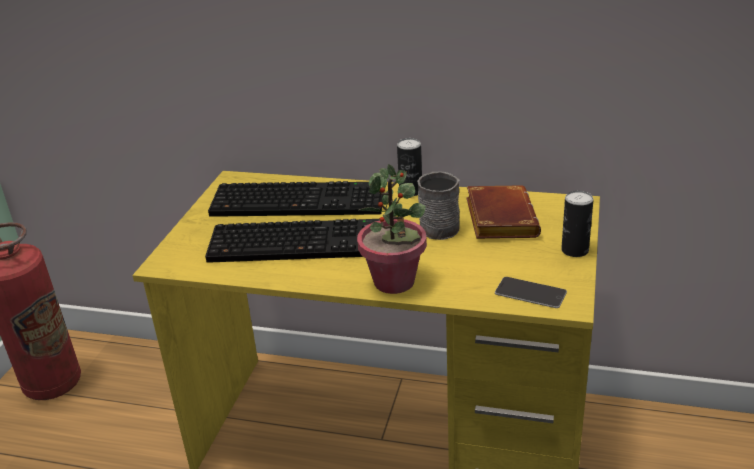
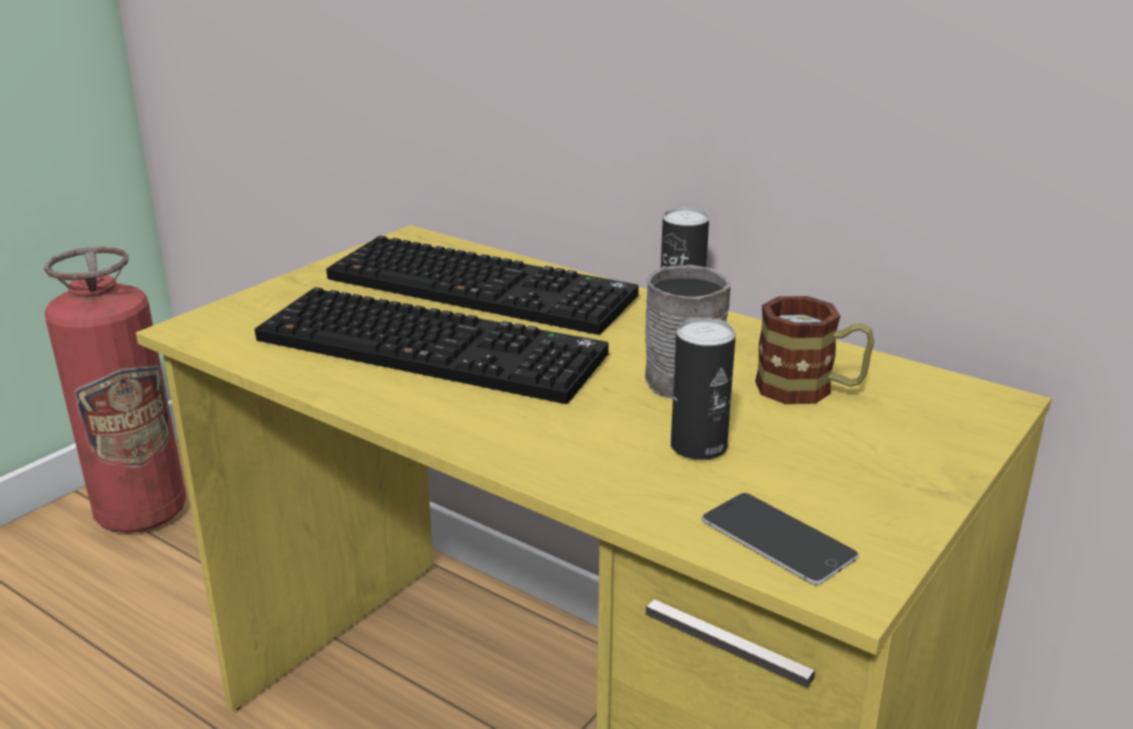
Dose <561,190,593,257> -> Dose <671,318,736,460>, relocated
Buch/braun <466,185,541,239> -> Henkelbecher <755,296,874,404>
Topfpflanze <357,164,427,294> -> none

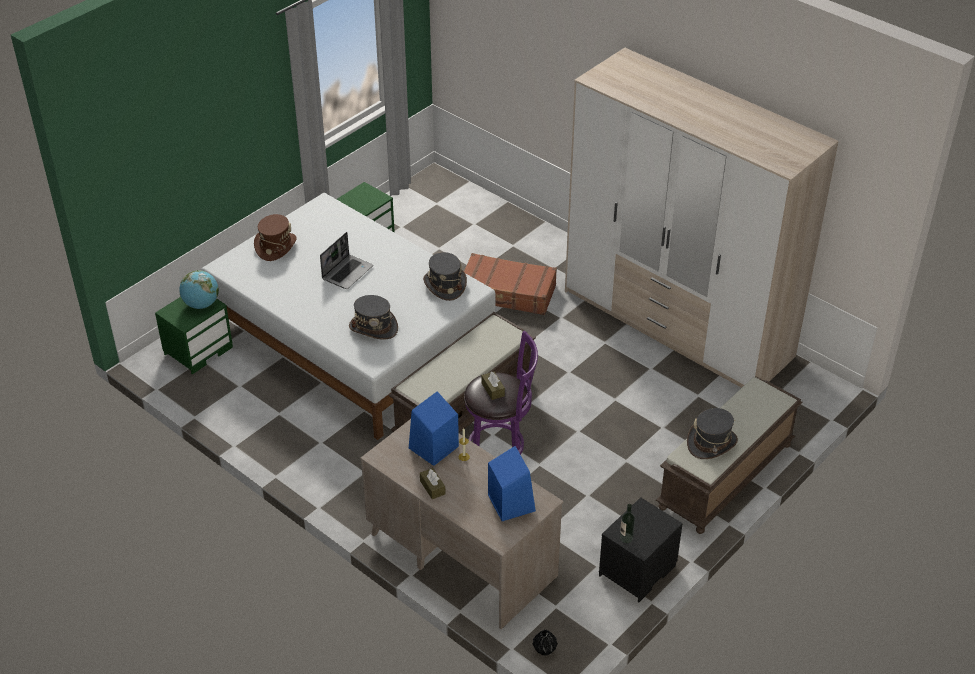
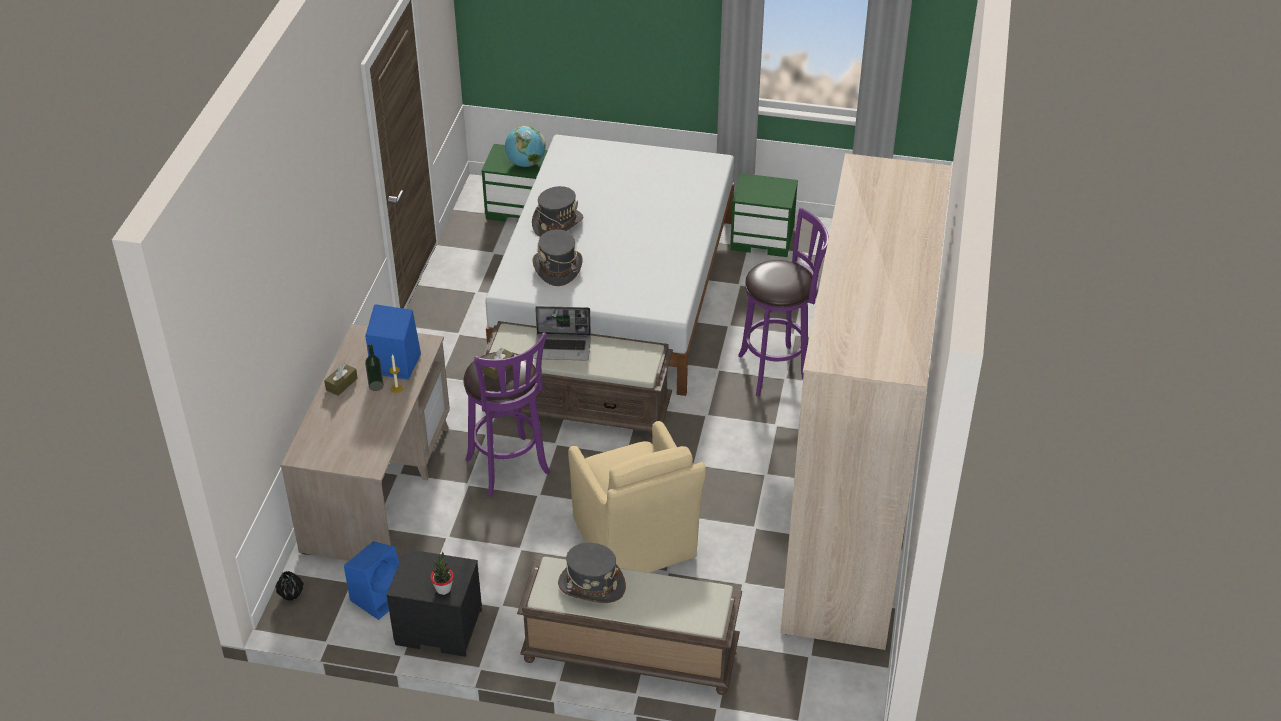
Lautsprecher/blau <488,446,536,521> -> Lautsprecher/blau <344,541,399,620>, relocated
Flasche <620,504,635,543> -> Flasche <365,344,384,391>, relocated
none -> Topfpflanze <430,552,454,595>
Hut/grau <423,252,467,301> -> Hut/grau <532,186,583,237>, relocated
Laptop <320,232,373,289> -> Laptop <534,306,591,361>, relocated
none -> Sessel/beige <568,421,706,573>
Koffer/braun <464,253,557,315> -> Hocker/lila <738,207,829,397>
Hut/braun <254,214,297,261> -> none

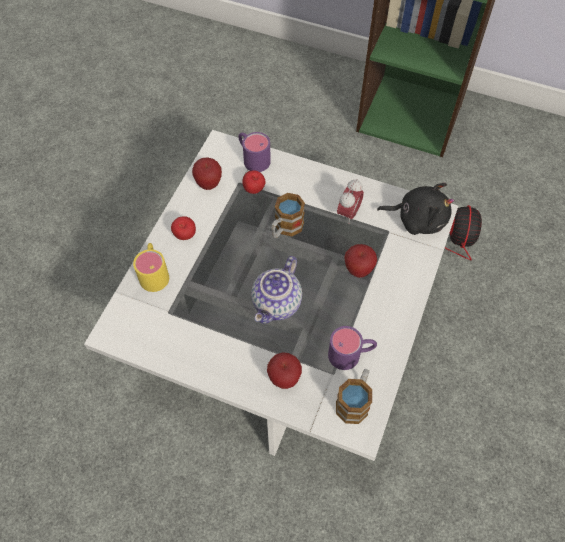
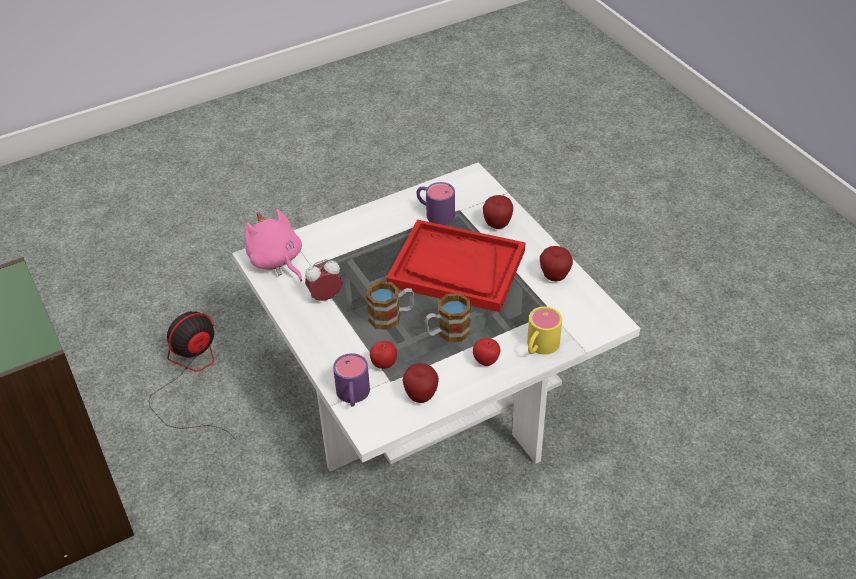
Plüschtier/schwarz <377,183,454,235> -> Plüschtier/rosa <245,209,302,281>
Teekanne <251,256,302,324> -> Tablett/rot <386,219,525,312>
Henkelbecher <336,369,372,424> -> Henkelbecher <425,293,471,342>, relocated
Apfel <344,244,377,278> -> Apfel <540,246,573,281>, relocated

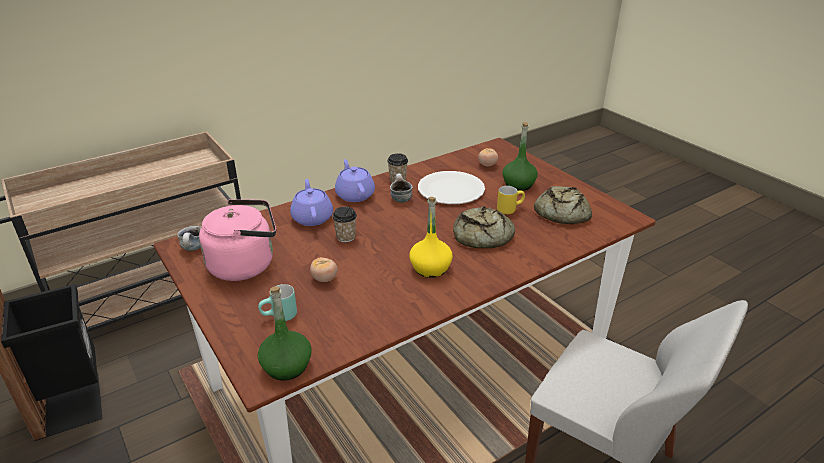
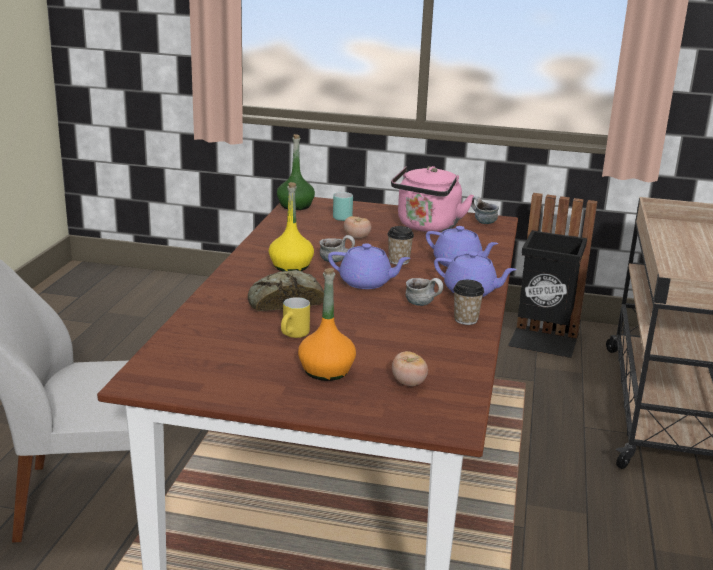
Flasche/grün <502,122,538,191> -> Flasche/orange <298,268,356,381>
none -> Henkelbecher <320,235,355,262>
none -> Teekanne/lila <328,243,411,289>
Teller/weiß <418,171,485,204> -> none
Brot <534,186,592,224> -> none

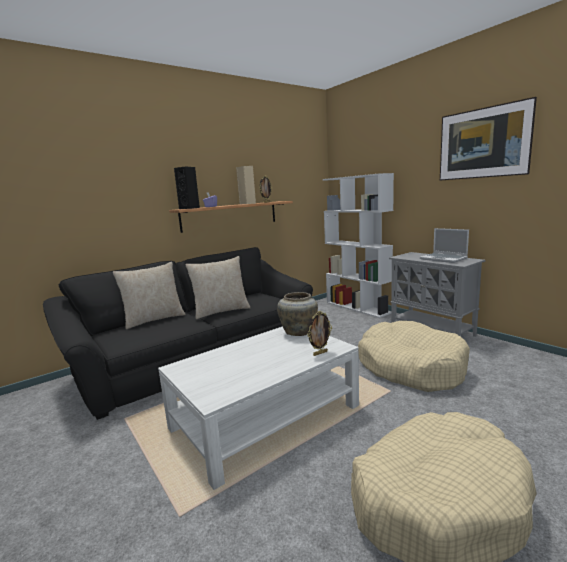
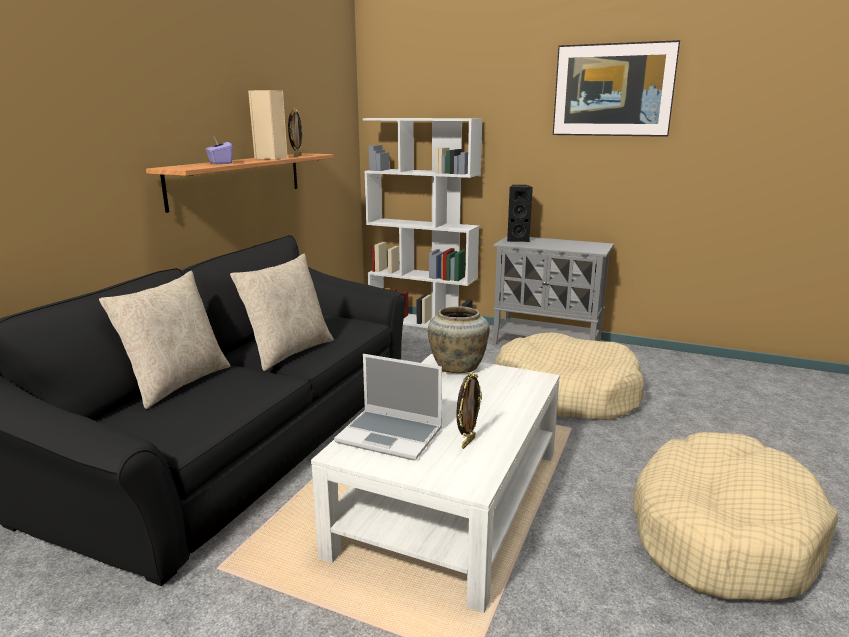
Laptop <420,228,469,263> -> Laptop <334,354,442,460>, relocated
Bilderrahmen <307,311,332,356> -> Bilderrahmen <456,372,482,449>, relocated
Lautsprecher/schwarz <174,166,200,209> -> Lautsprecher/schwarz <507,185,533,242>, relocated

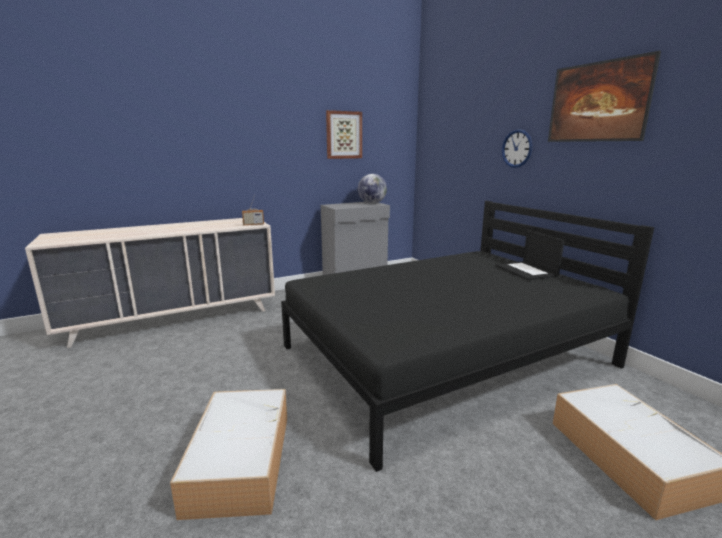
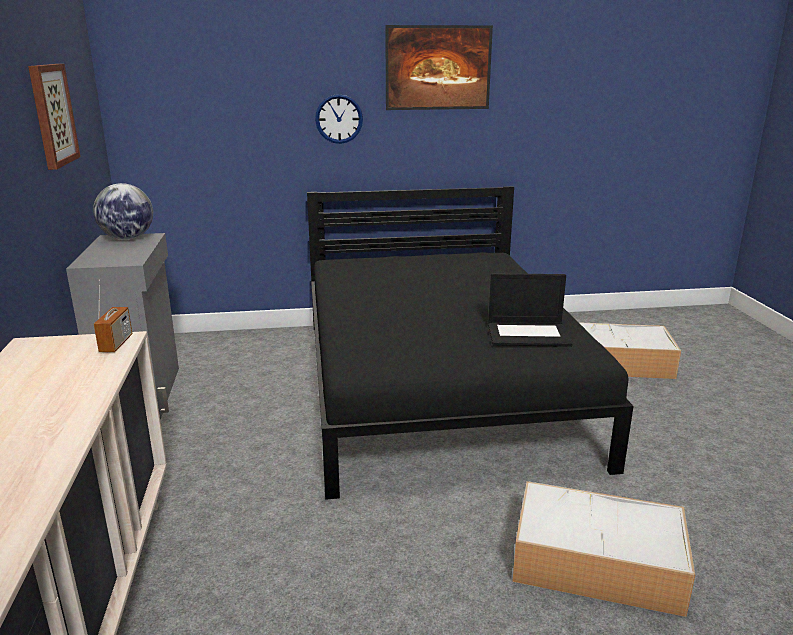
Laptop <496,230,564,280> -> Laptop <488,273,573,347>, relocated

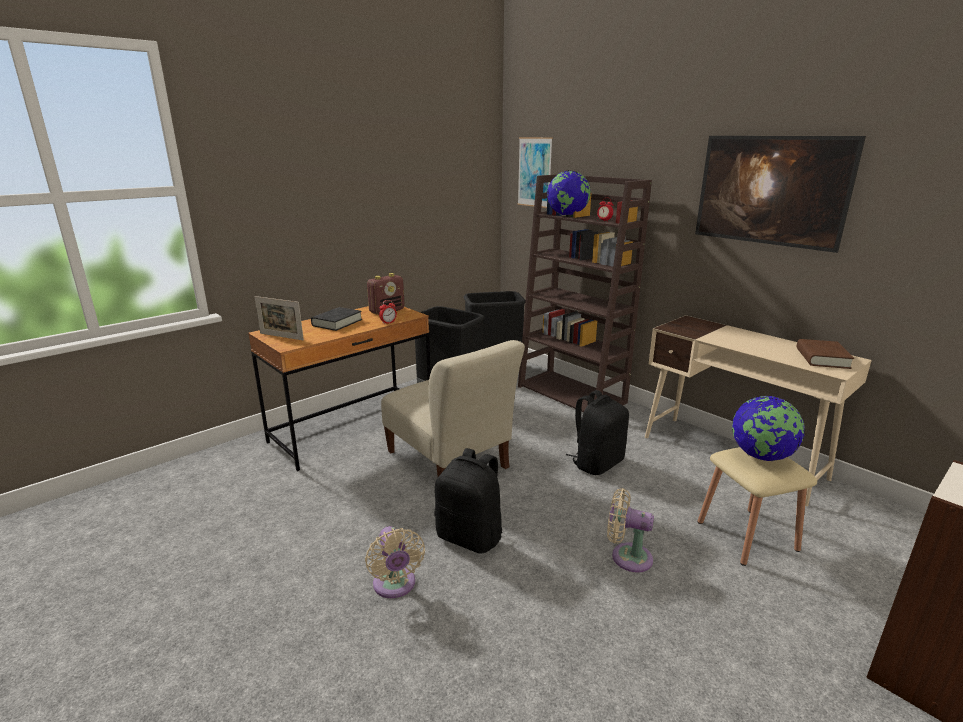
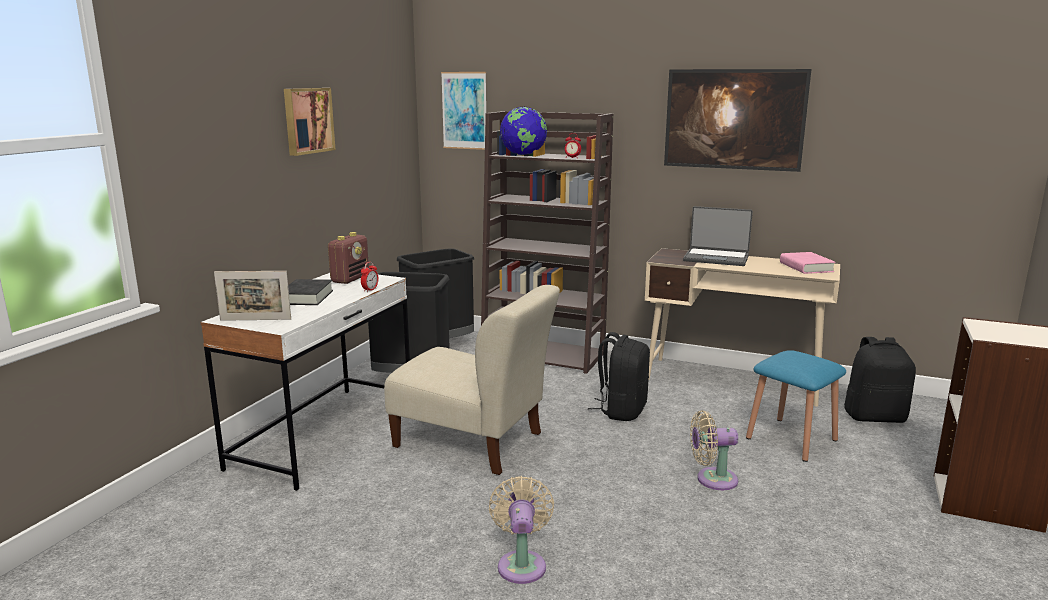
Schreibtisch/braun <248,306,431,471> -> Schreibtisch/weiß <201,273,410,491>
none -> Bild <284,88,336,156>
Ventilator/beige <365,526,425,598> -> Ventilator/beige <489,476,554,584>, 135 degrees counterclockwise
none -> Laptop <683,206,753,266>
Hocker/beige <698,447,817,566> -> Hocker/blau <746,350,846,462>
Buch/braun <796,339,854,369> -> Buch/rosa <780,252,836,274>
Rucksack/schwarz <434,448,502,553> -> Rucksack/schwarz <844,337,916,423>, relocated
Globus <732,396,805,461> -> none

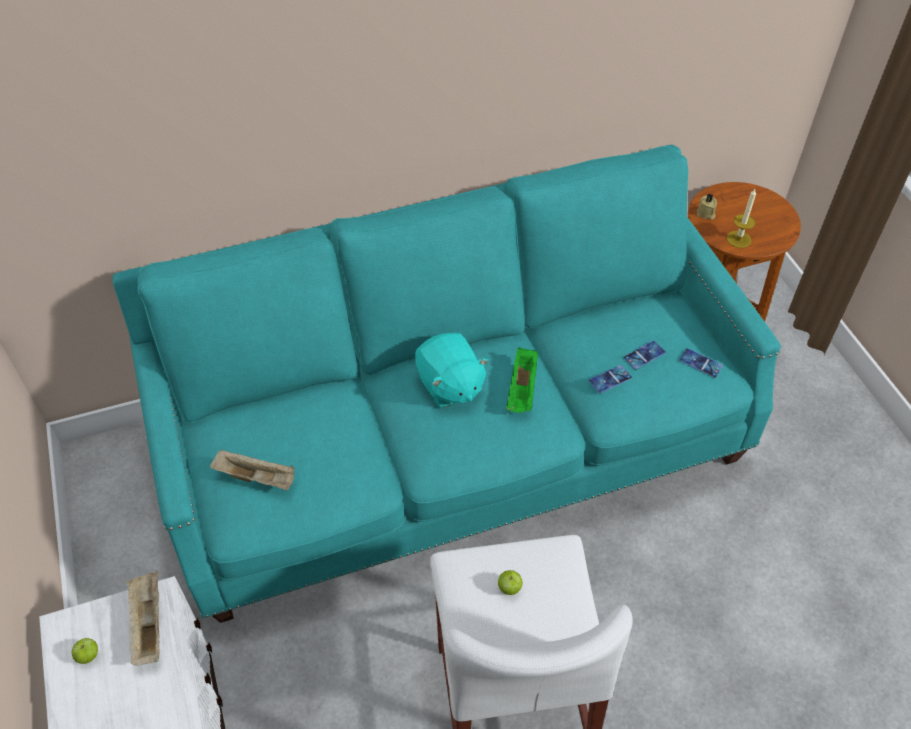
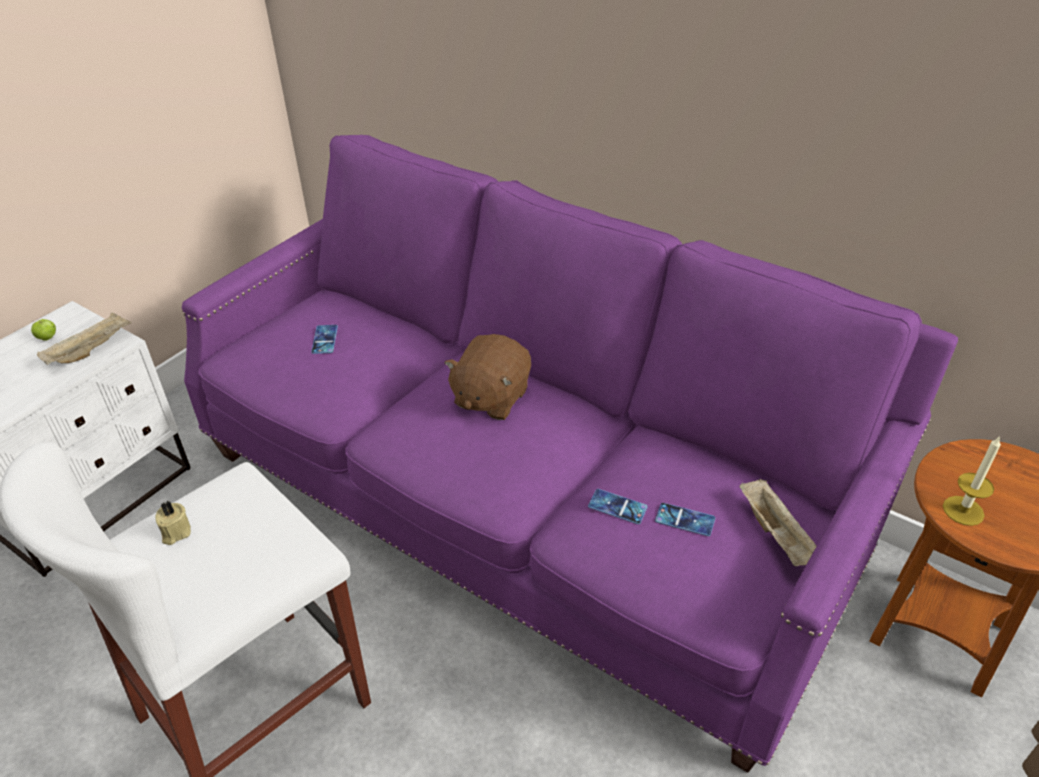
Kerze/beige <697,194,717,220> -> Kerze/beige <155,501,191,545>, relocated
Sofa/türkis <112,145,781,623> -> Sofa/lila <182,135,958,773>
Handy <679,348,723,378> -> Handy <311,325,338,354>, relocated
Plüschtier/türkis <415,333,489,408> -> Plüschtier/braun <444,334,531,420>
Tablett/beige <210,449,295,490> -> Tablett/beige <739,479,816,566>, relocated
Apfel <498,570,523,595> -> none
Tablett/grün <506,347,538,413> -> none

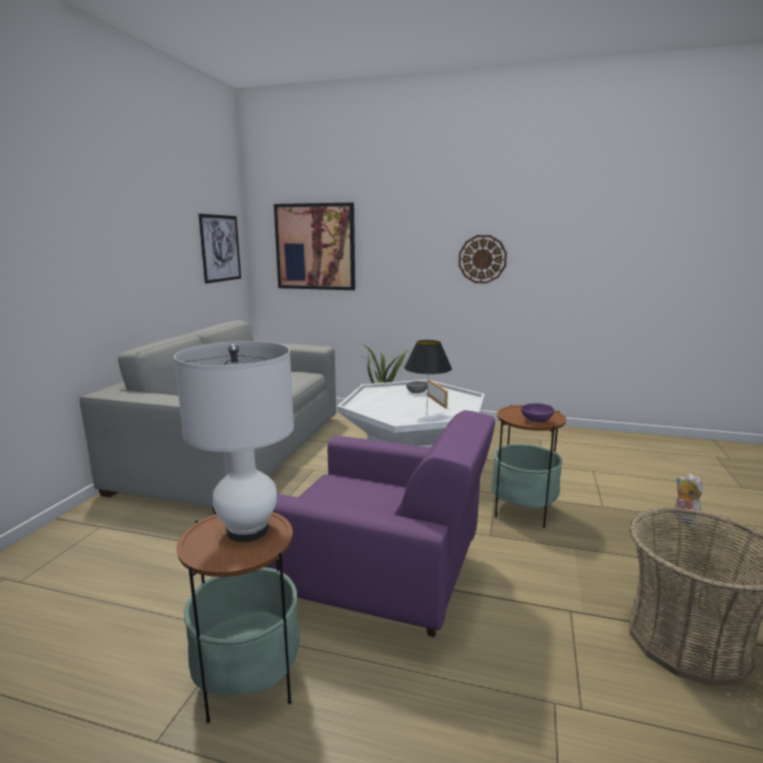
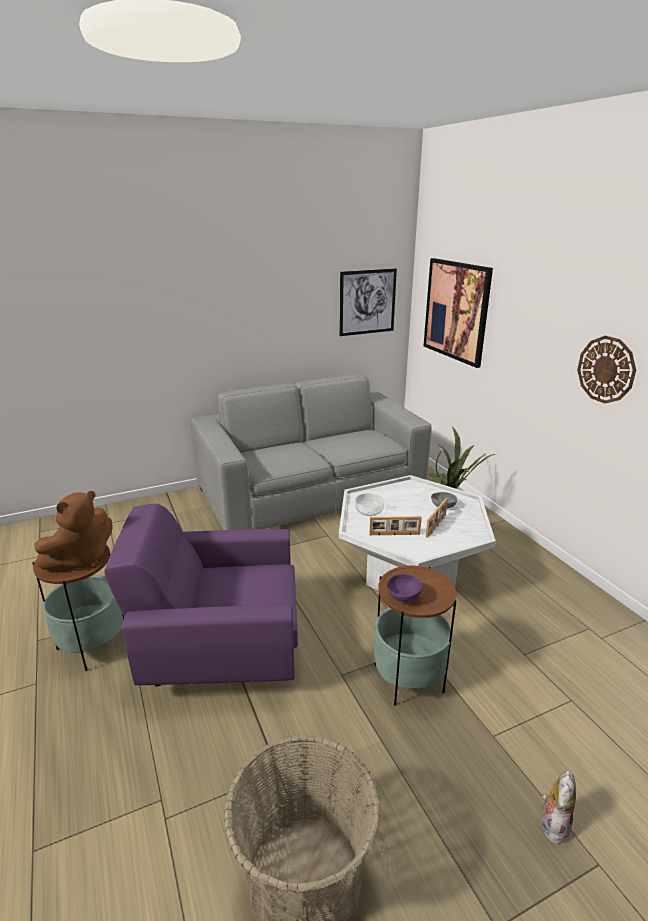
Tischlampe/weiß <174,341,294,542> -> Plüschtier/braun <34,491,113,571>
Sessel/lila <265,410,495,637> -> Sessel/lila <104,504,298,687>, 105 degrees clockwise
none -> Schüssel <355,493,384,516>
Tischlampe/schwarz <404,340,452,402> -> Bilderrahmen <369,516,422,536>

